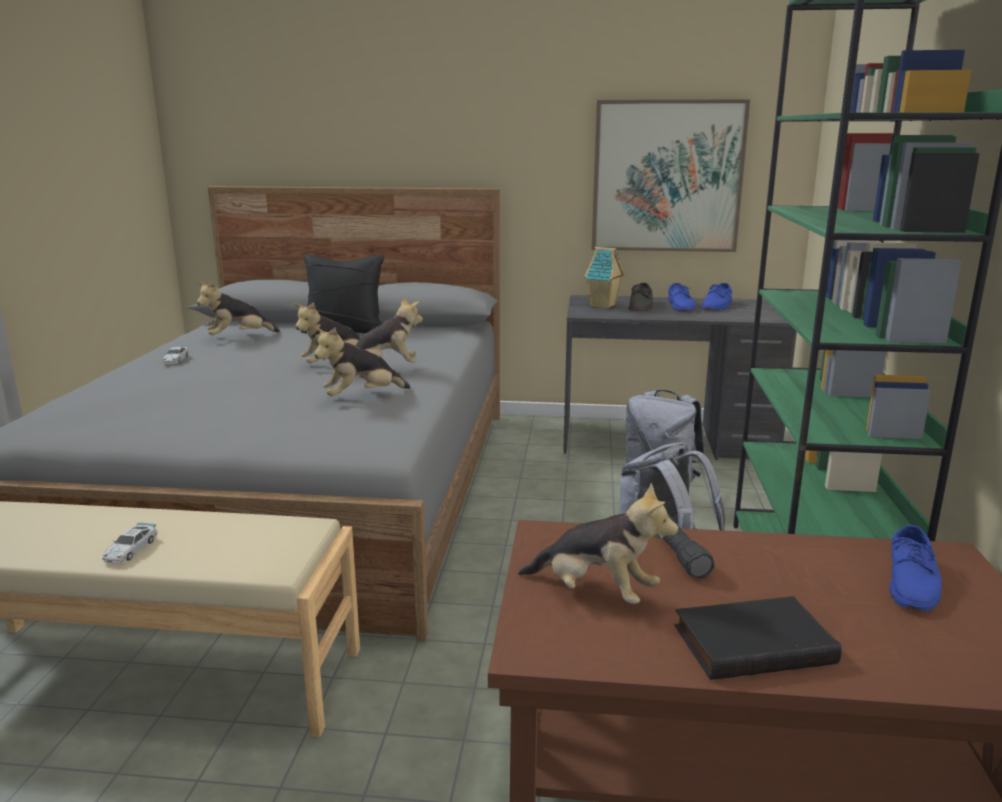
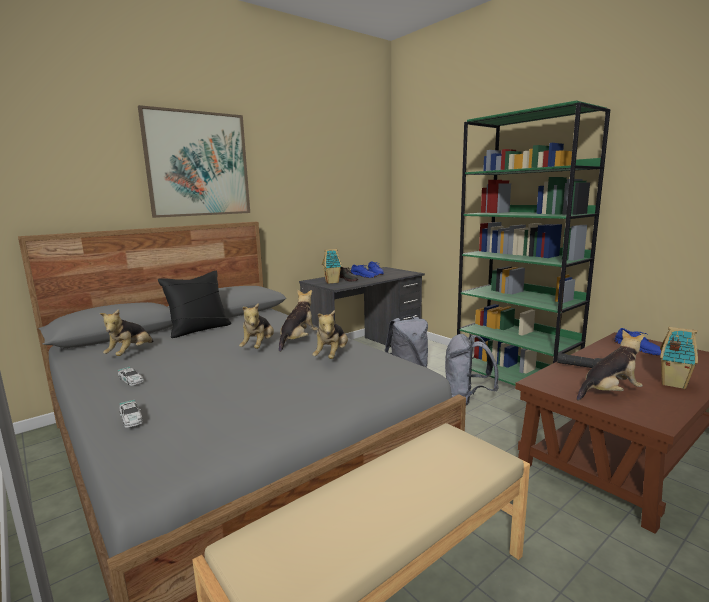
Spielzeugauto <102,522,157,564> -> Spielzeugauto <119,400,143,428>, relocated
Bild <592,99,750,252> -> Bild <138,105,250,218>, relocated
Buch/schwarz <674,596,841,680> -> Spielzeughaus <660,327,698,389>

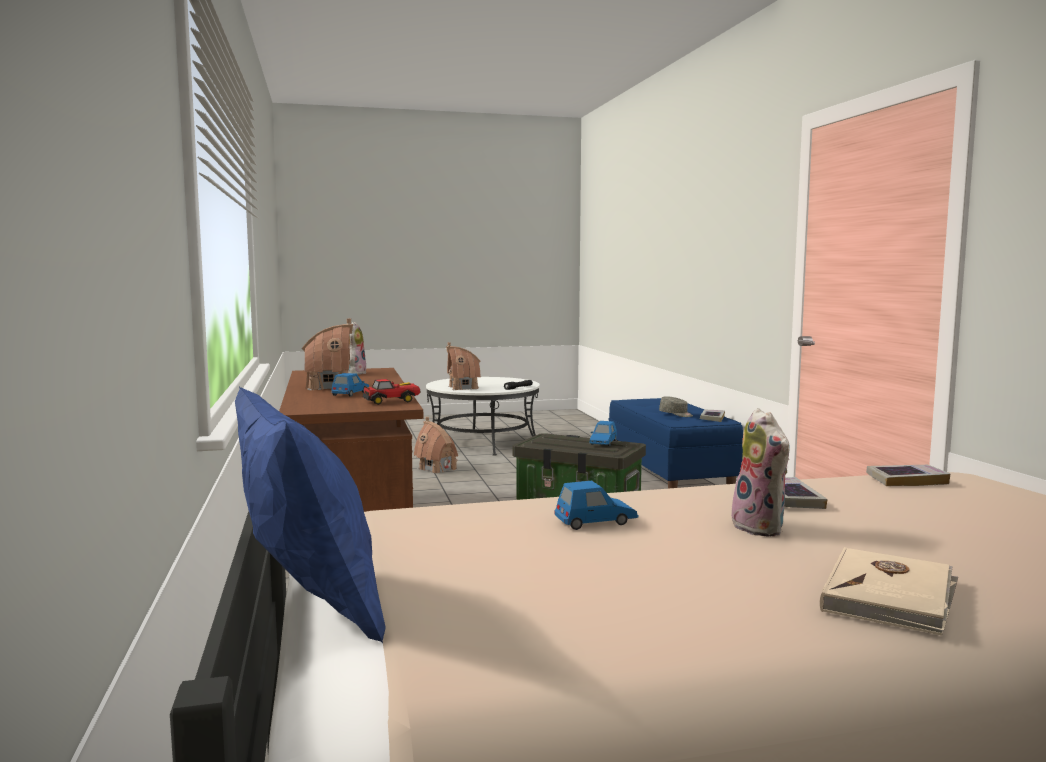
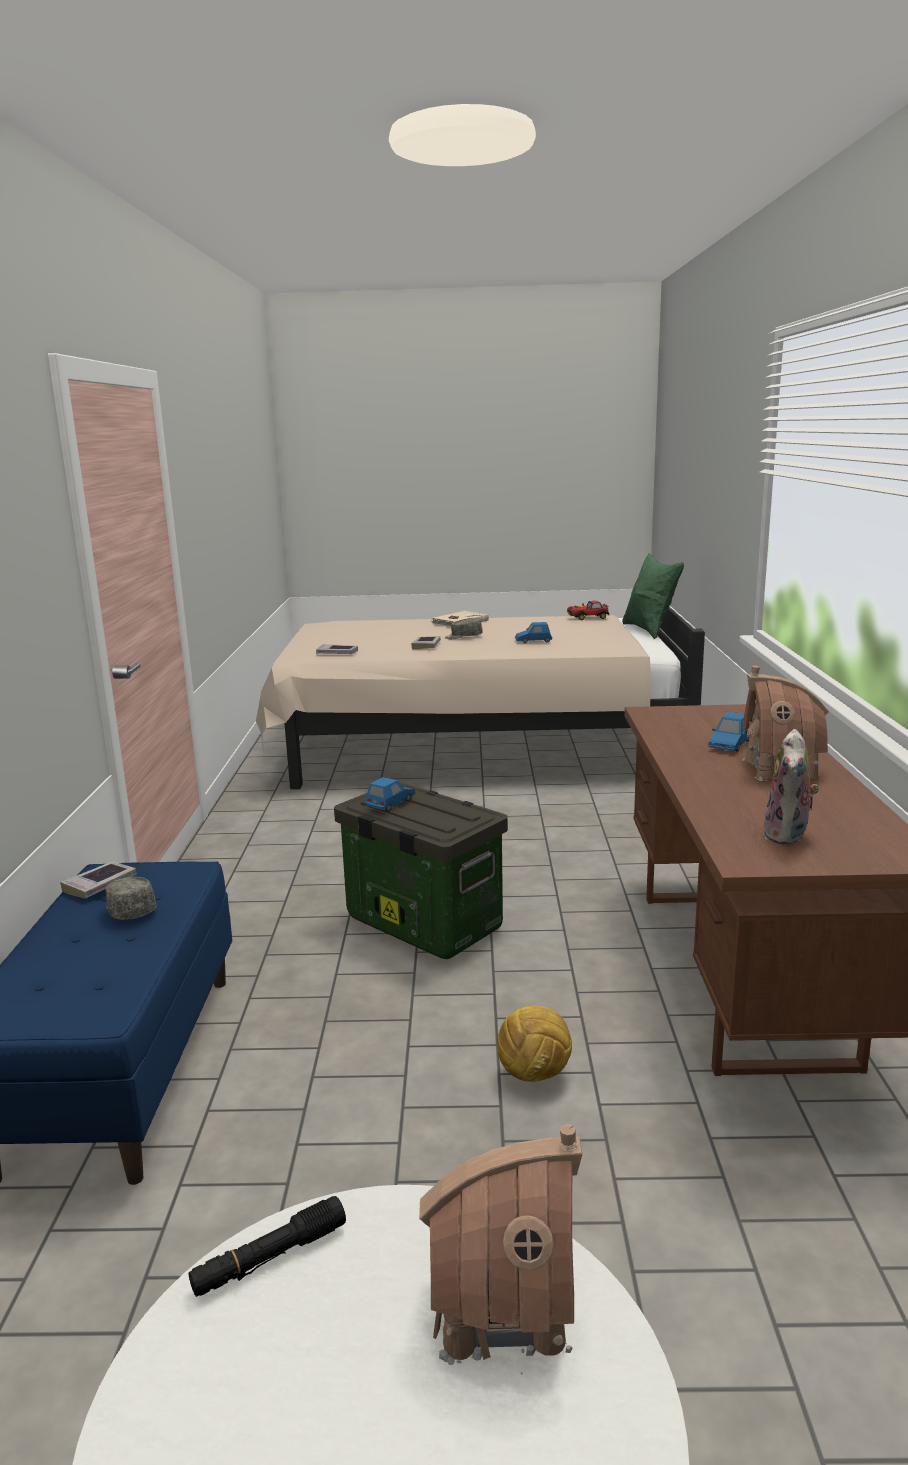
Plüschtier <727,408,790,537> -> Kappe/grau <445,618,483,639>
none -> Fußball <497,1005,572,1082>
Spielzeugauto <363,379,421,405> -> Spielzeugauto <567,601,609,620>, relocated
Kissen/blau <235,386,386,643> -> Kissen/grün <622,553,684,639>
Spielzeughaus <414,417,458,473> -> none

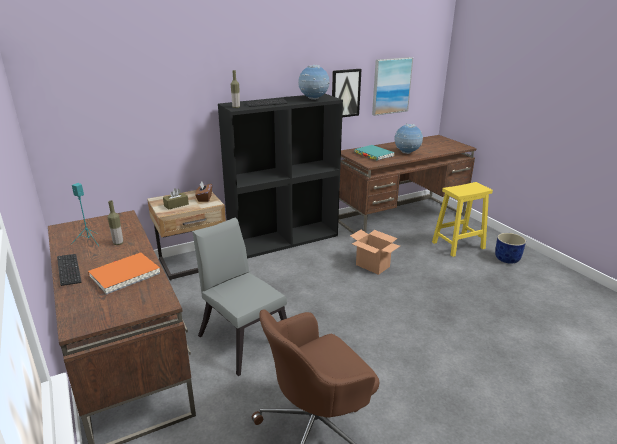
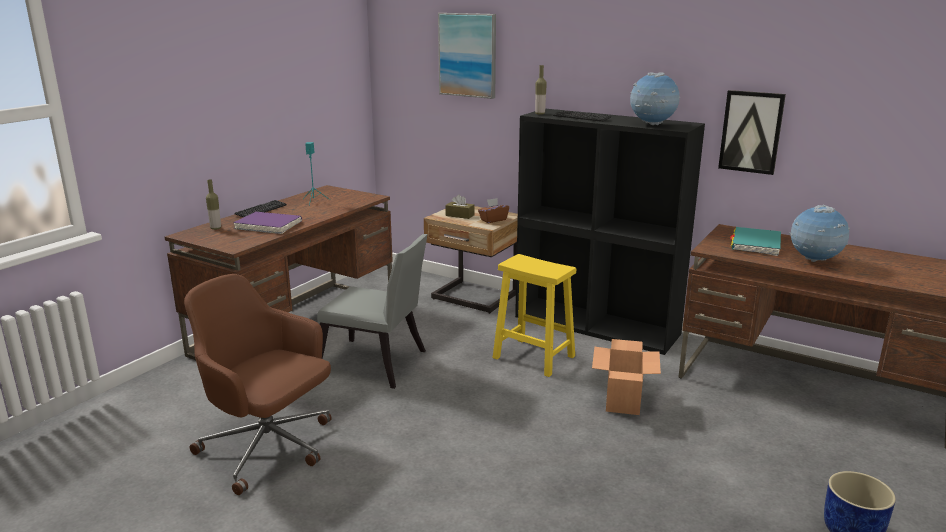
Flasche <108,201,123,245> -> Flasche <206,179,221,230>, relocated
Buch/orange <88,252,160,295> -> Buch/lila <233,212,302,234>
Stuhl/grau <192,218,287,376> -> Stuhl/grau <317,234,428,389>, 90 degrees clockwise
Bild <372,57,413,116> -> Bild <438,13,496,99>, relocated
Hocker/gelb <432,182,493,257> -> Hocker/gelb <493,254,576,377>, relocated

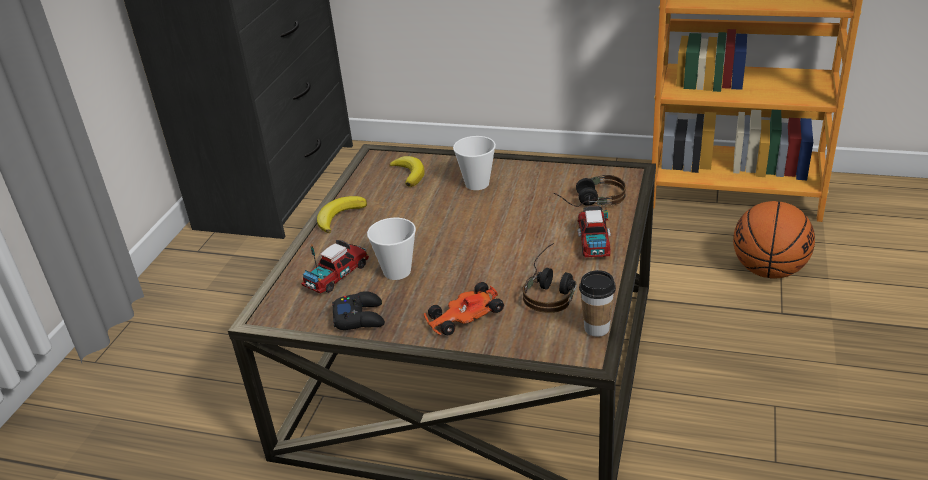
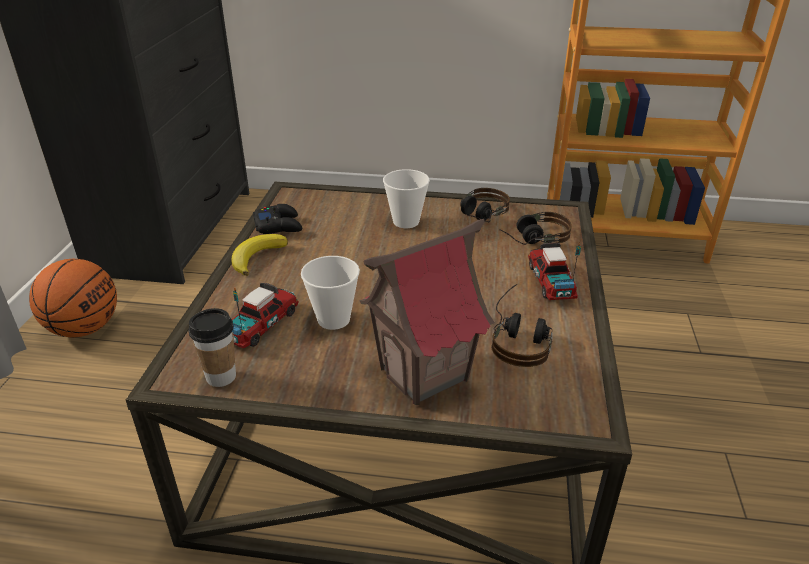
Basketball <733,201,815,279> -> Basketball <29,259,117,337>, relocated
Tasse <579,270,616,337> -> Tasse <189,308,236,387>, relocated
Gamepad/schwarz <332,291,385,330> -> Gamepad/schwarz <253,204,302,234>, relocated
Spielzeugauto <424,282,504,335> -> Spielzeughaus <359,219,495,405>
none -> Kopfhörer <460,188,510,222>
Banane <390,156,425,187> -> none

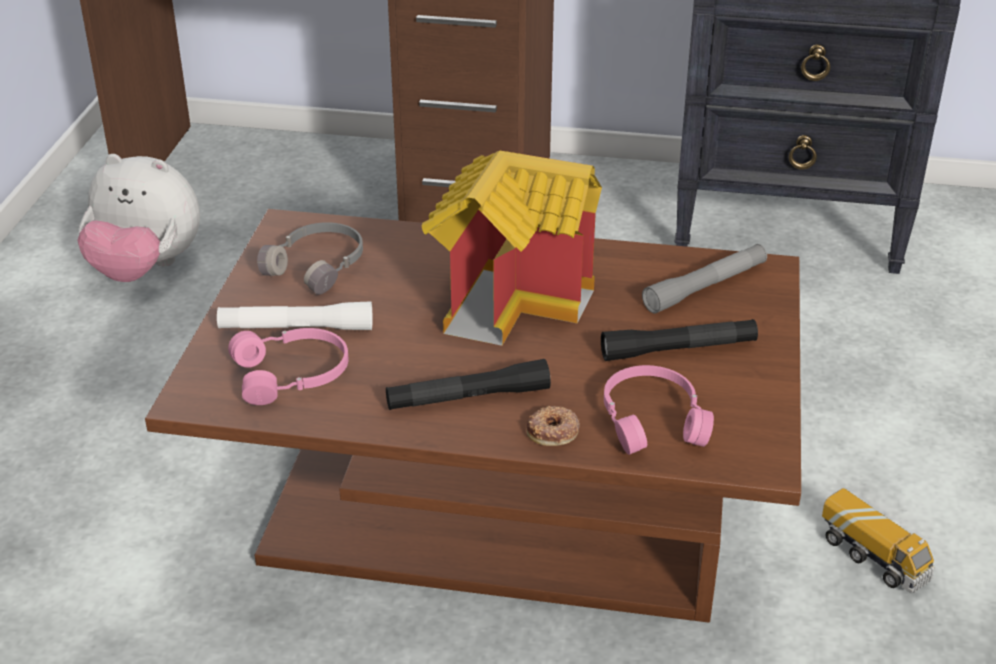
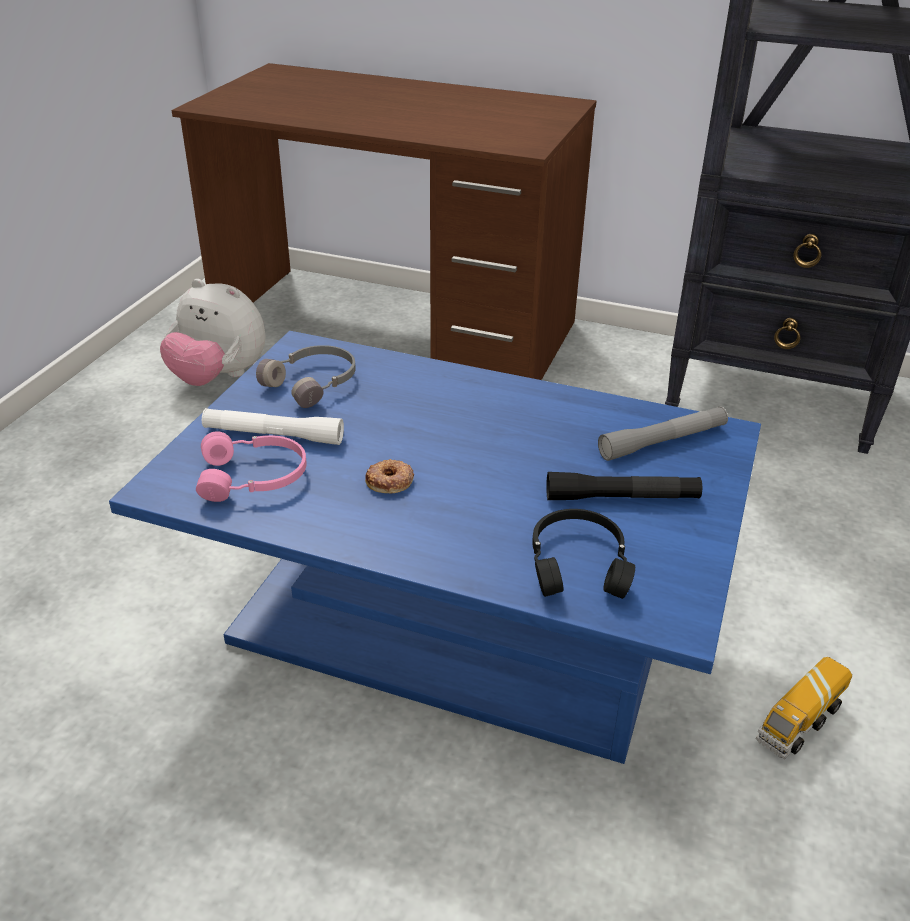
Couchtisch/braun <145,209,801,623> -> Couchtisch/blau <109,331,761,764>
Donut <527,406,580,446> -> Donut <365,459,414,493>, relocated
Kopfhörer/rosa <604,365,714,455> -> Kopfhörer/schwarz <532,509,635,599>
Spielzeuglaster <822,488,935,593> -> Spielzeuglaster <756,657,852,759>, 75 degrees clockwise
Taschenlampe/schwarz <386,359,551,410> -> none
Spielzeughaus <422,151,602,346> -> none

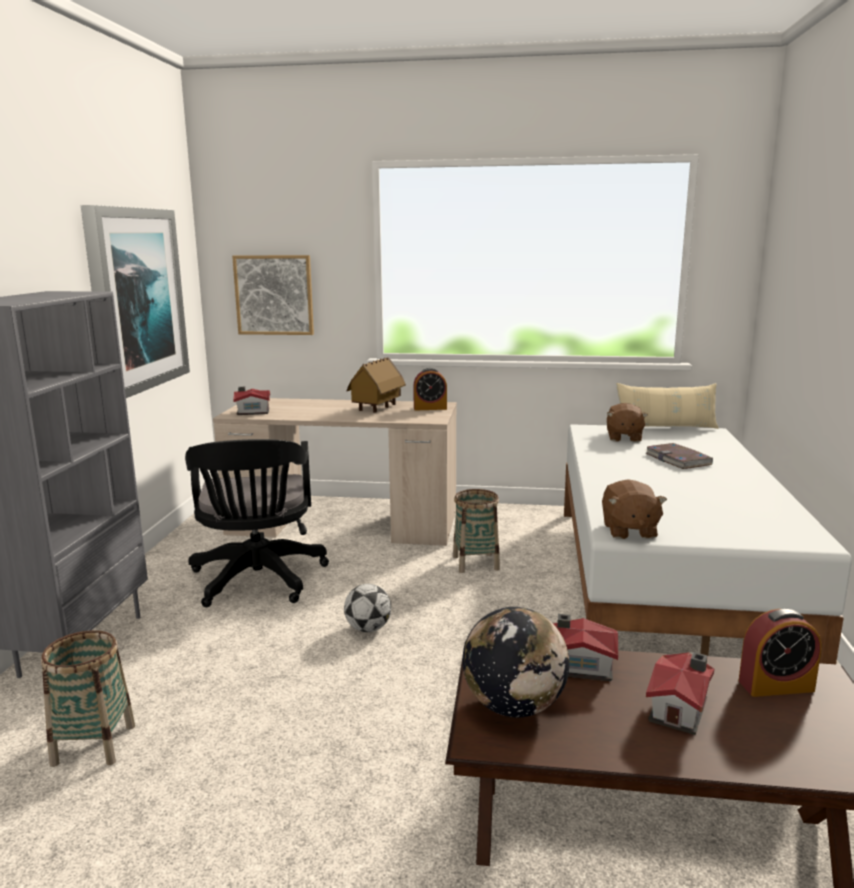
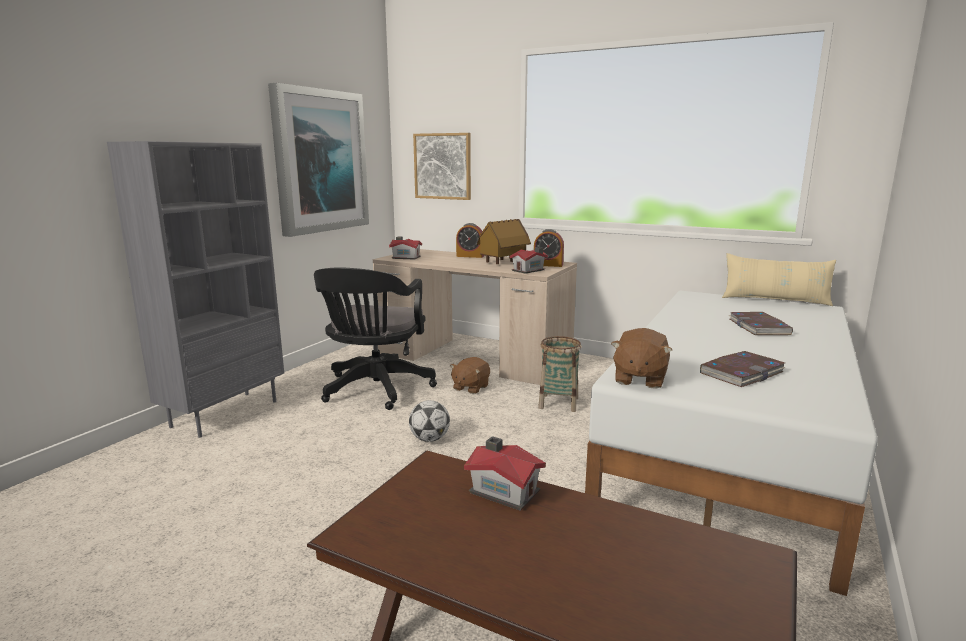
Plüschtier/braun <607,403,648,442> -> Plüschtier/braun <450,357,490,394>, relocated
Wecker <739,609,821,697> -> Wecker <456,223,484,258>, relocated
Spielzeughaus <646,652,715,735> -> Spielzeughaus <510,247,548,274>, relocated
none -> Buch <700,351,786,387>
Korb <41,630,135,767> -> none
Globus <462,607,569,717> -> none

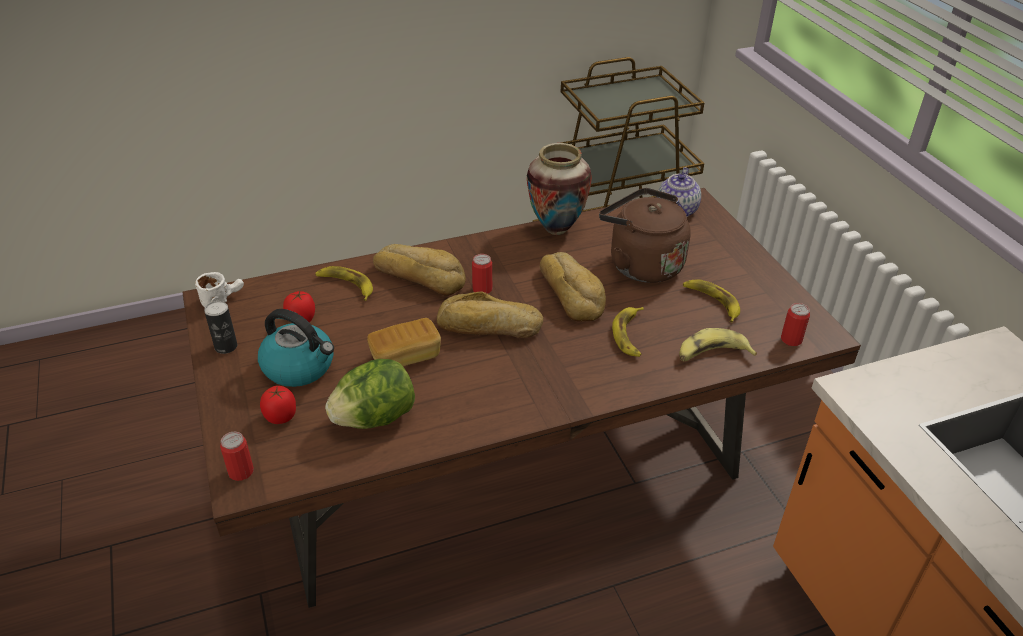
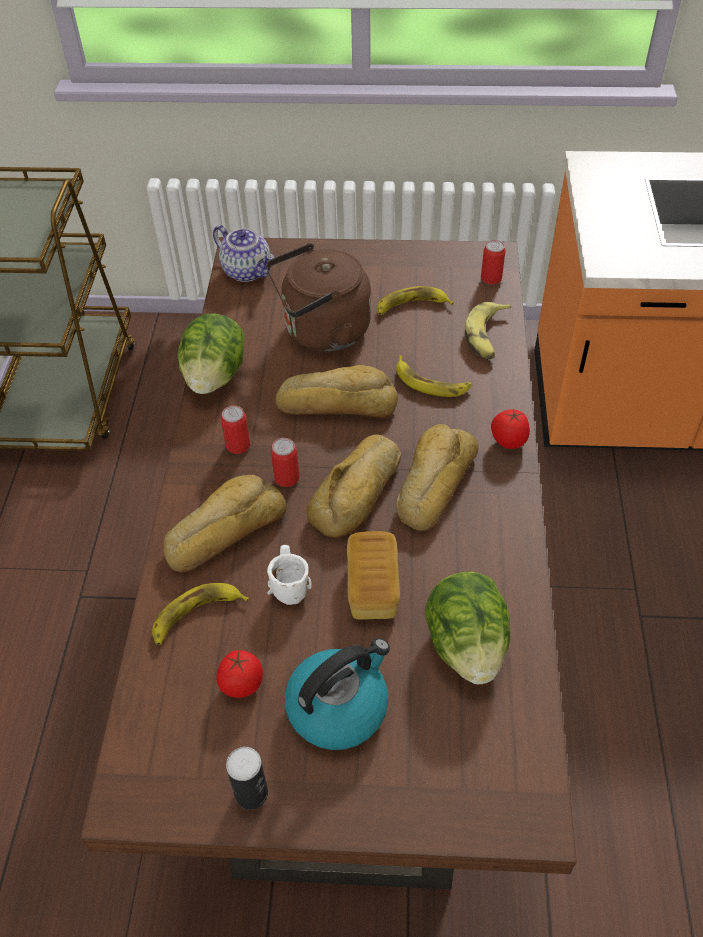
Vase <527,143,592,235> -> Salatkopf <177,313,245,394>
Dose <220,432,254,481> -> Dose <221,405,250,454>, relocated
Henkelbecher/weiß <195,272,244,308> -> Henkelbecher/weiß <267,545,312,605>, relocated
none -> Brot <396,424,479,531>
Tomate <260,386,296,424> -> Tomate <491,408,530,449>, relocated

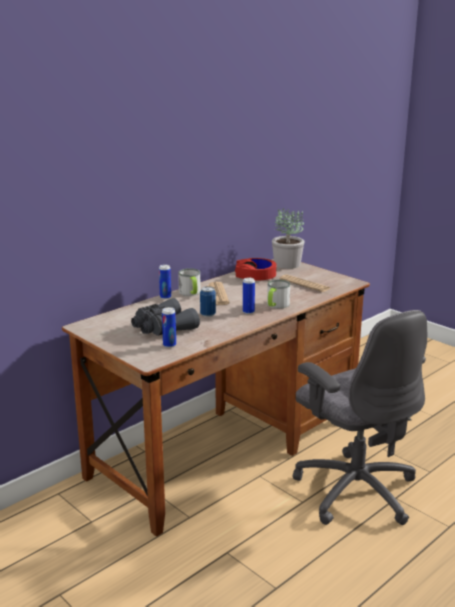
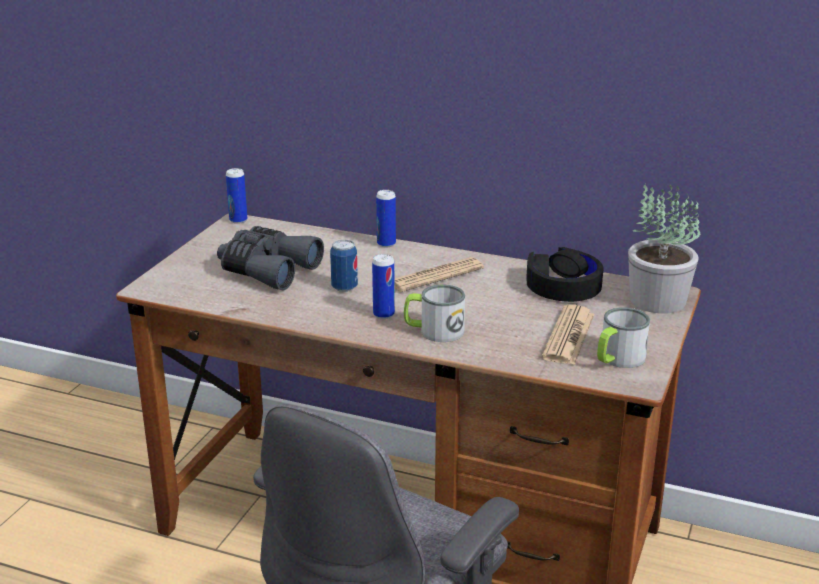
Dose <162,307,176,348> -> Dose <226,168,247,224>, relocated
Kopfhörer/rot <235,258,276,281> -> Kopfhörer/schwarz <526,247,603,302>
Henkelbecher <178,268,201,296> -> Henkelbecher <597,307,650,368>, relocated

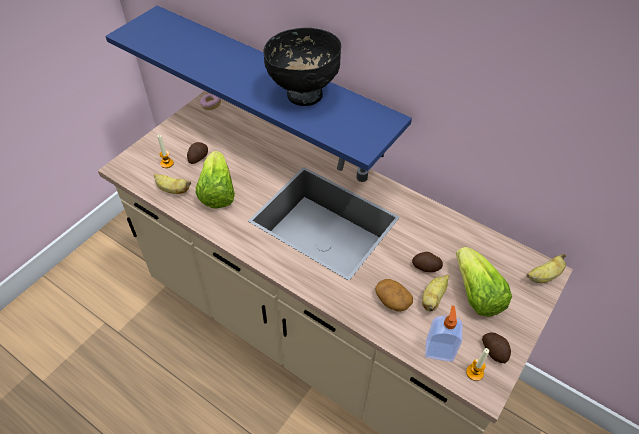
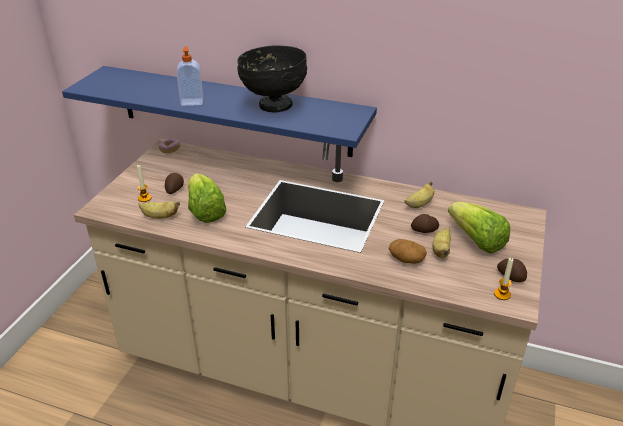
Seifenspender <425,306,462,362> -> Seifenspender <176,46,203,106>, relocated
Banane <526,253,566,283> -> Banane <405,181,434,208>, relocated

